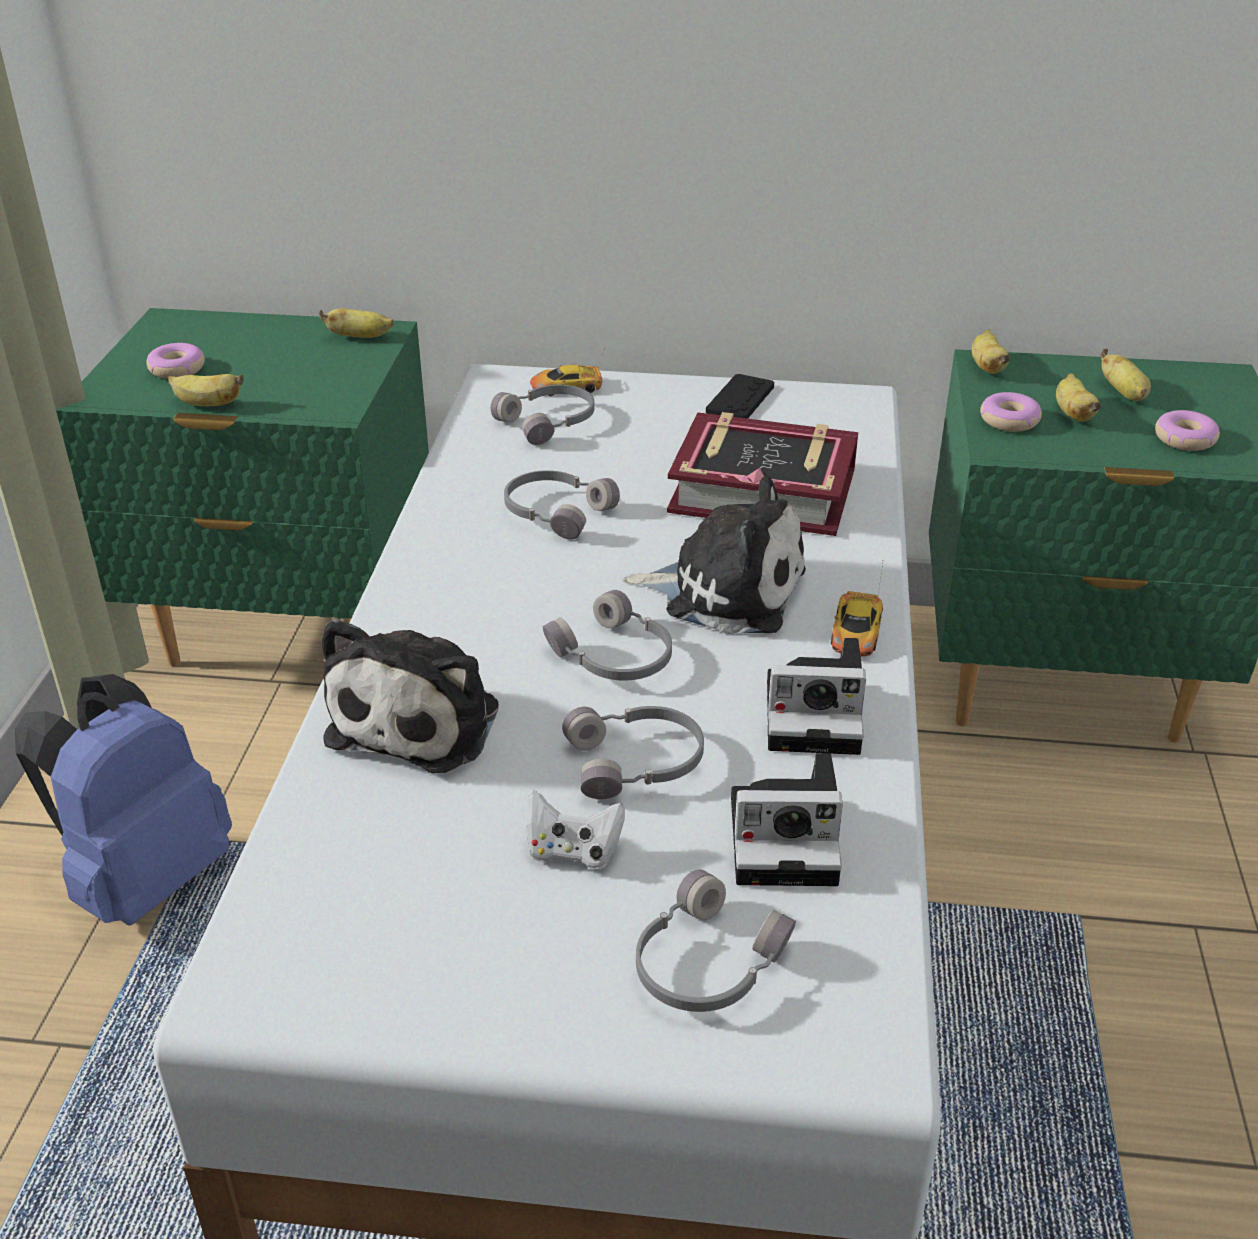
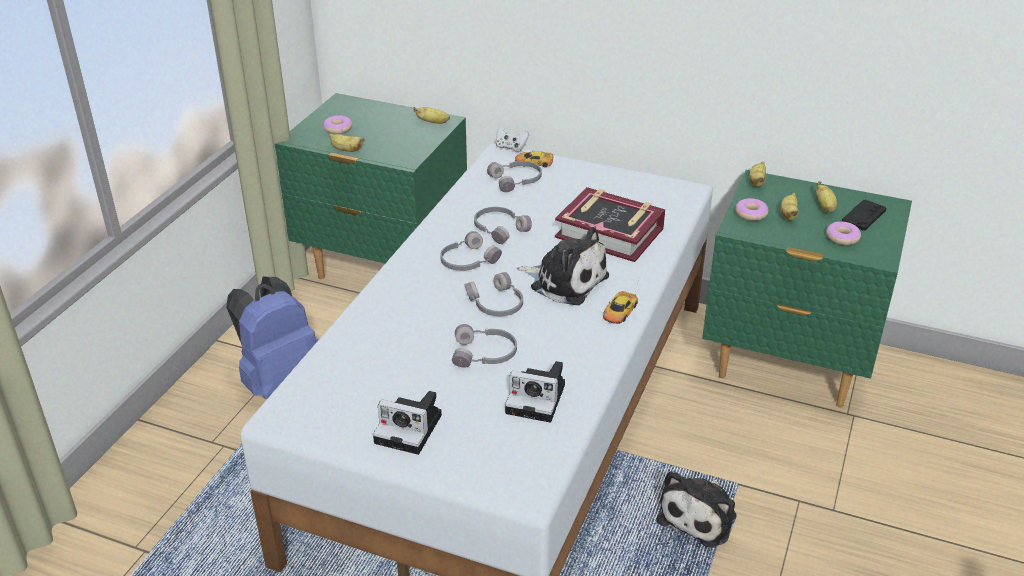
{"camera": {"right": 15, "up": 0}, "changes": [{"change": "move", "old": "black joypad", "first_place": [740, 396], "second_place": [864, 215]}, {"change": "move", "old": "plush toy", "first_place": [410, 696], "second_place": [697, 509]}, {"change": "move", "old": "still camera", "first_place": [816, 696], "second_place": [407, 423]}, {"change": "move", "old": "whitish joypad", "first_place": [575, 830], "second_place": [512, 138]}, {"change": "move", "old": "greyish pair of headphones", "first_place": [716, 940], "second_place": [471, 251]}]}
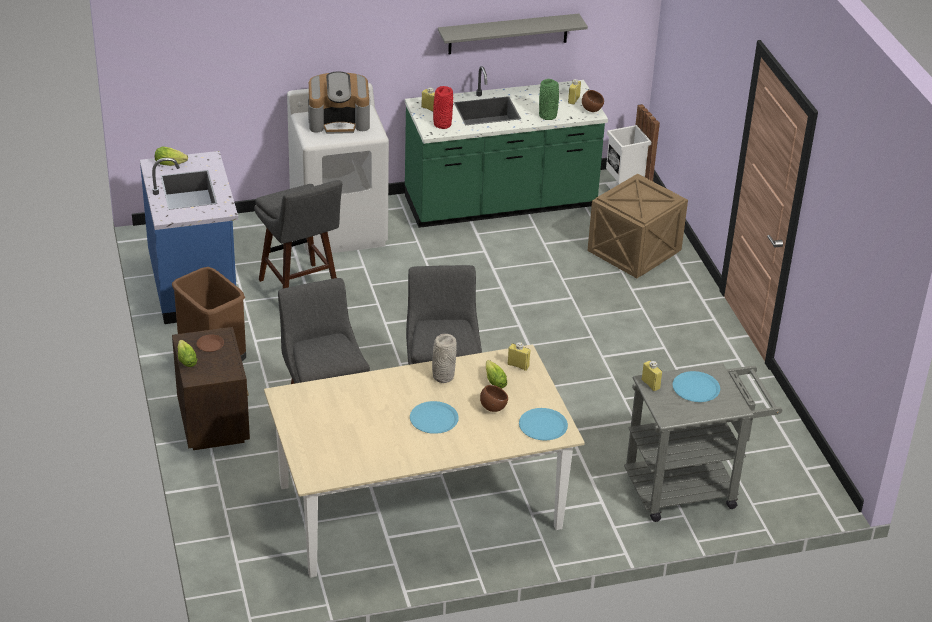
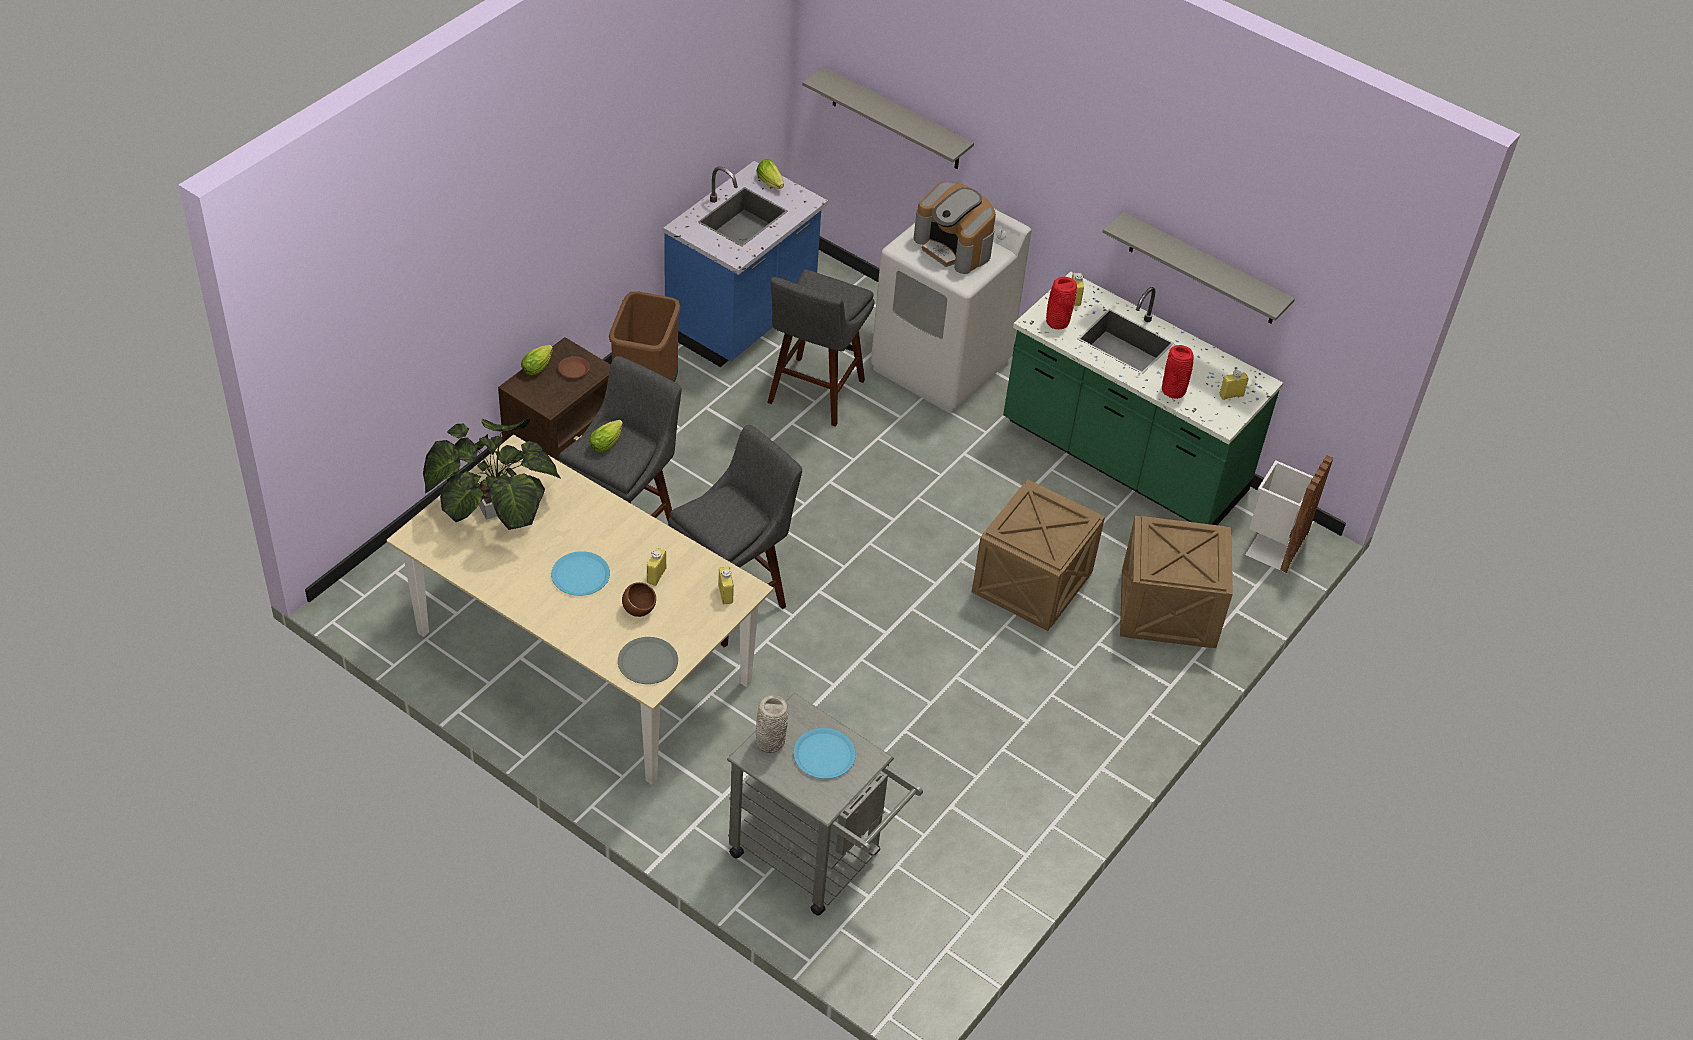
{"camera": {"right": 50, "up": 10}, "changes": [{"change": "recolor", "old": "greenish vase", "new": "red vase", "first_place": [549, 99], "second_place": [1178, 372]}, {"change": "delete", "old": "brownish deep dish", "first_place": [593, 101]}, {"change": "move", "old": "greyish vase", "first_place": [444, 358], "second_place": [772, 724]}, {"change": "move", "old": "lettuce head", "first_place": [496, 374], "second_place": [606, 436]}, {"change": "move", "old": "yellowish drink bottle", "first_place": [652, 376], "second_place": [657, 567]}, {"change": "recolor", "old": "blue dinner plate", "new": "greyish dinner plate", "first_place": [543, 424], "second_place": [648, 660]}, {"change": "insert", "new": "greyish bracket shelf", "second_place": [888, 118]}, {"change": "insert", "new": "plant in a pot", "second_place": [492, 473]}, {"change": "insert", "new": "shipping crate", "second_place": [1038, 555]}]}
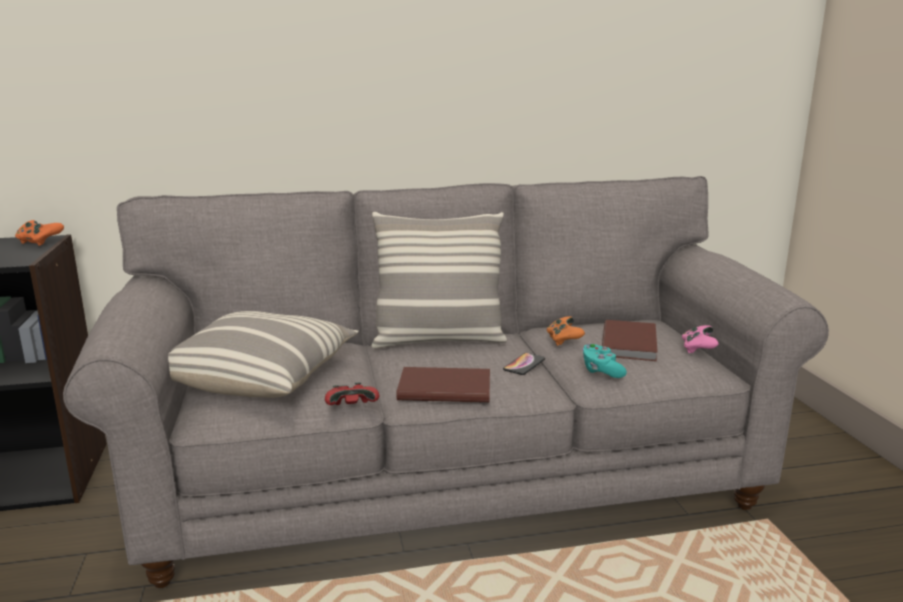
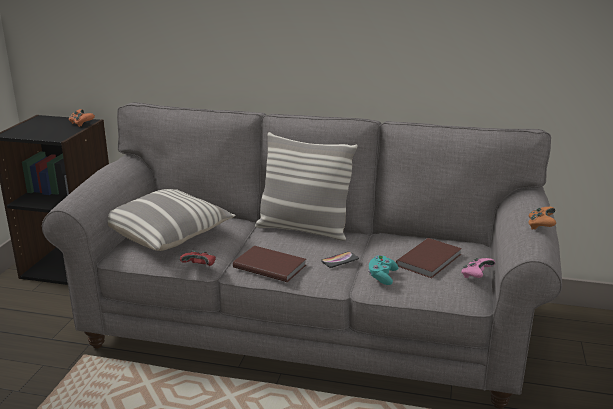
{"camera": {"right": 25, "up": 5}, "changes": [{"change": "move", "old": "orange-coloured joypad", "first_place": [566, 331], "second_place": [542, 218]}]}
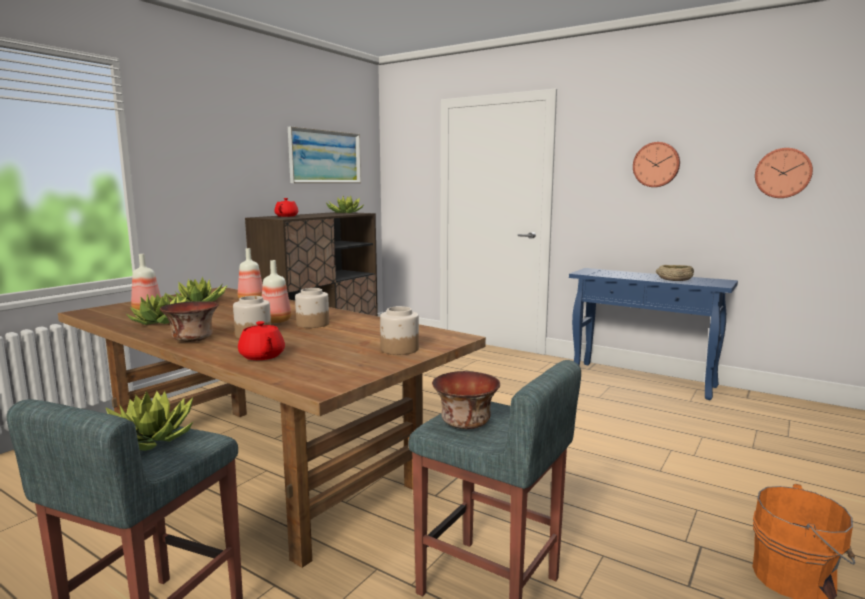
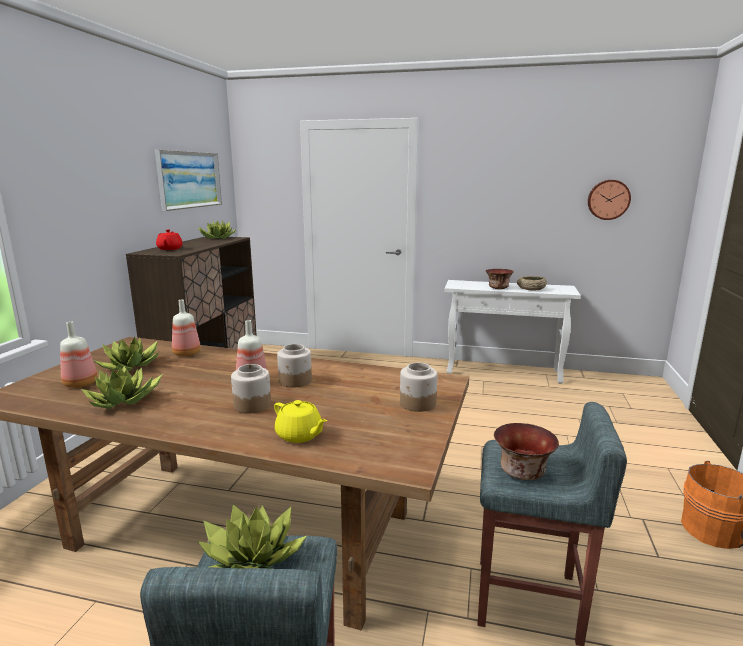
{"camera": {"right": -20, "up": 5}, "changes": [{"change": "delete", "old": "clock on the wall", "first_place": [656, 164]}, {"change": "recolor", "old": "blue hall table", "new": "whitish hall table", "first_place": [653, 334], "second_place": [512, 332]}, {"change": "move", "old": "deep dish", "first_place": [189, 321], "second_place": [500, 279]}, {"change": "recolor", "old": "red tea pot", "new": "yellowish tea pot", "first_place": [261, 340], "second_place": [300, 421]}]}
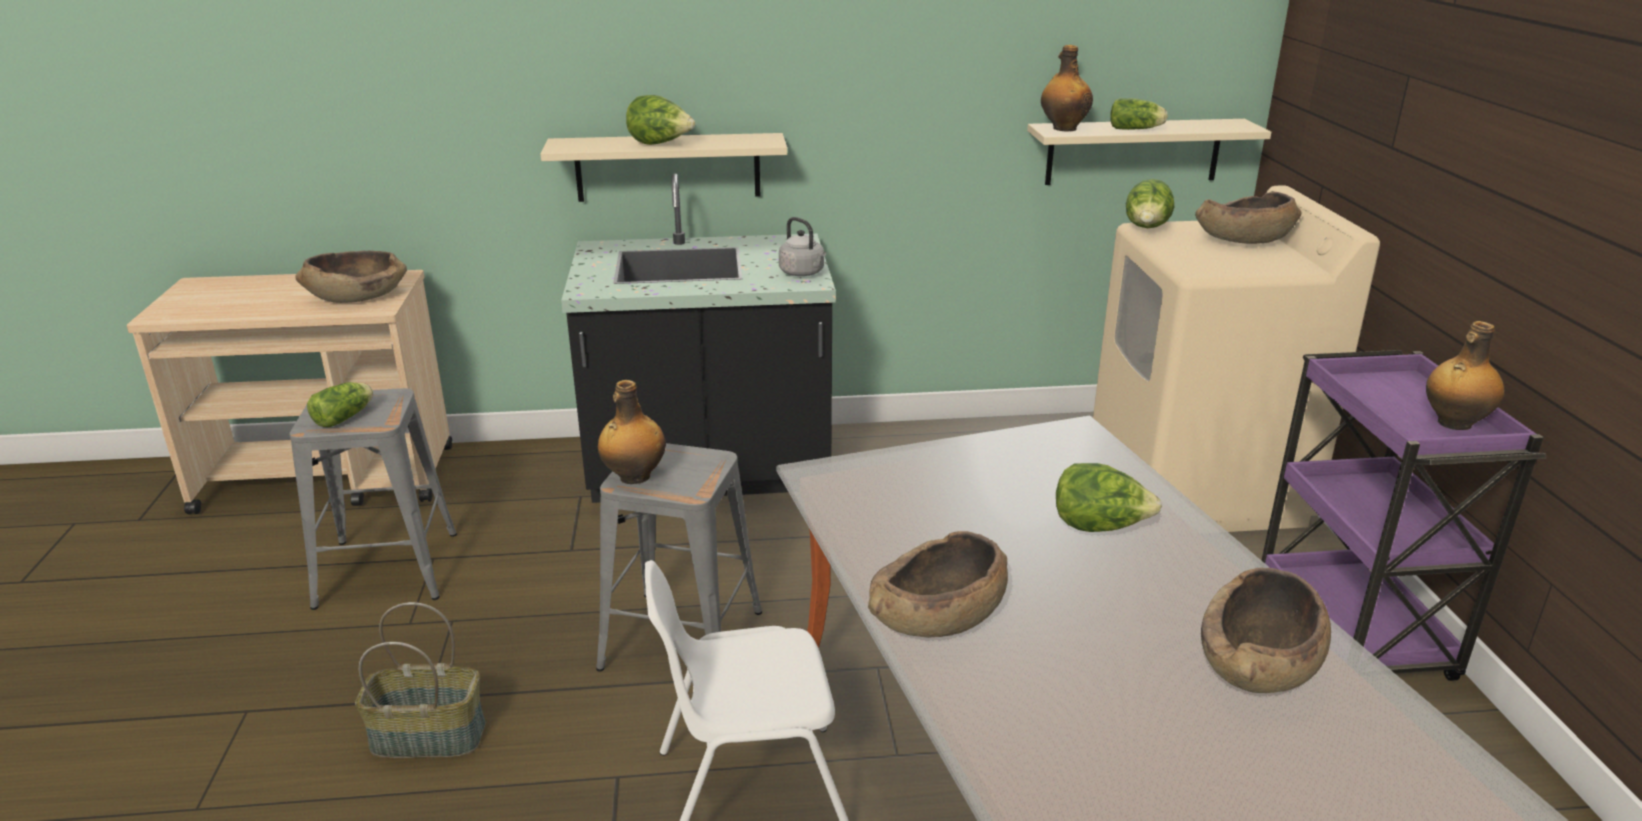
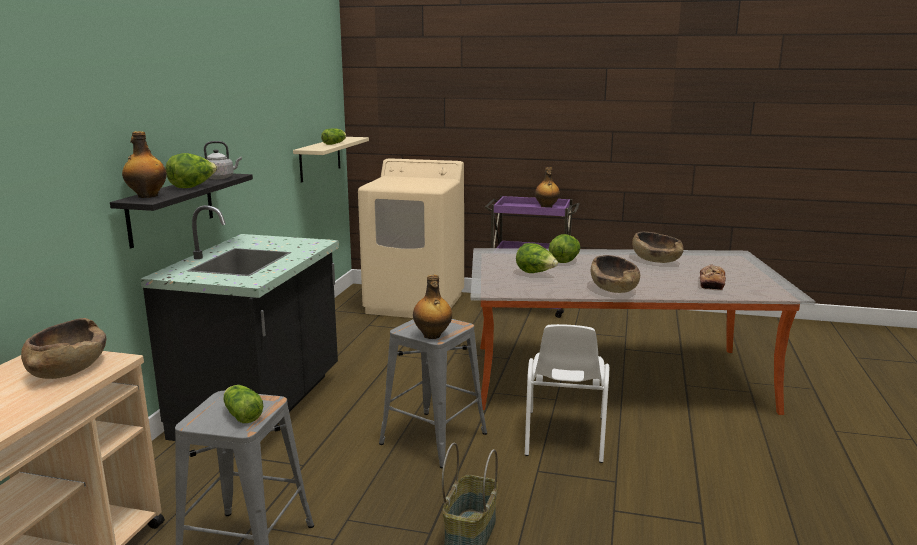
{"camera": {"right": -70, "up": -10}, "changes": [{"change": "move", "old": "drink bottle", "first_place": [1067, 88], "second_place": [144, 164]}, {"change": "recolor", "old": "beige bracket shelf", "new": "black bracket shelf", "first_place": [664, 167], "second_place": [181, 211]}, {"change": "move", "old": "lettuce head", "first_place": [1150, 203], "second_place": [537, 258]}, {"change": "delete", "old": "brownish deep dish", "first_place": [1248, 218]}, {"change": "move", "old": "greyish water kettle", "first_place": [802, 246], "second_place": [223, 160]}, {"change": "insert", "new": "bread", "second_place": [713, 277]}]}
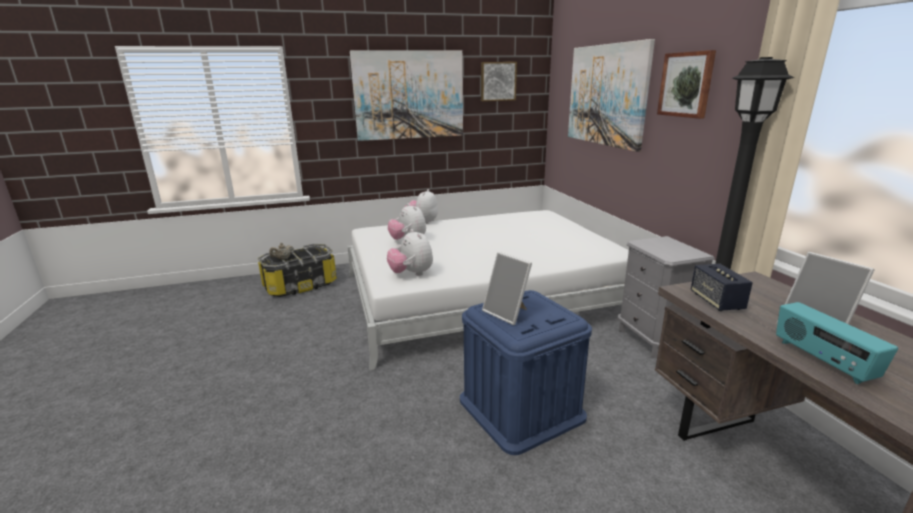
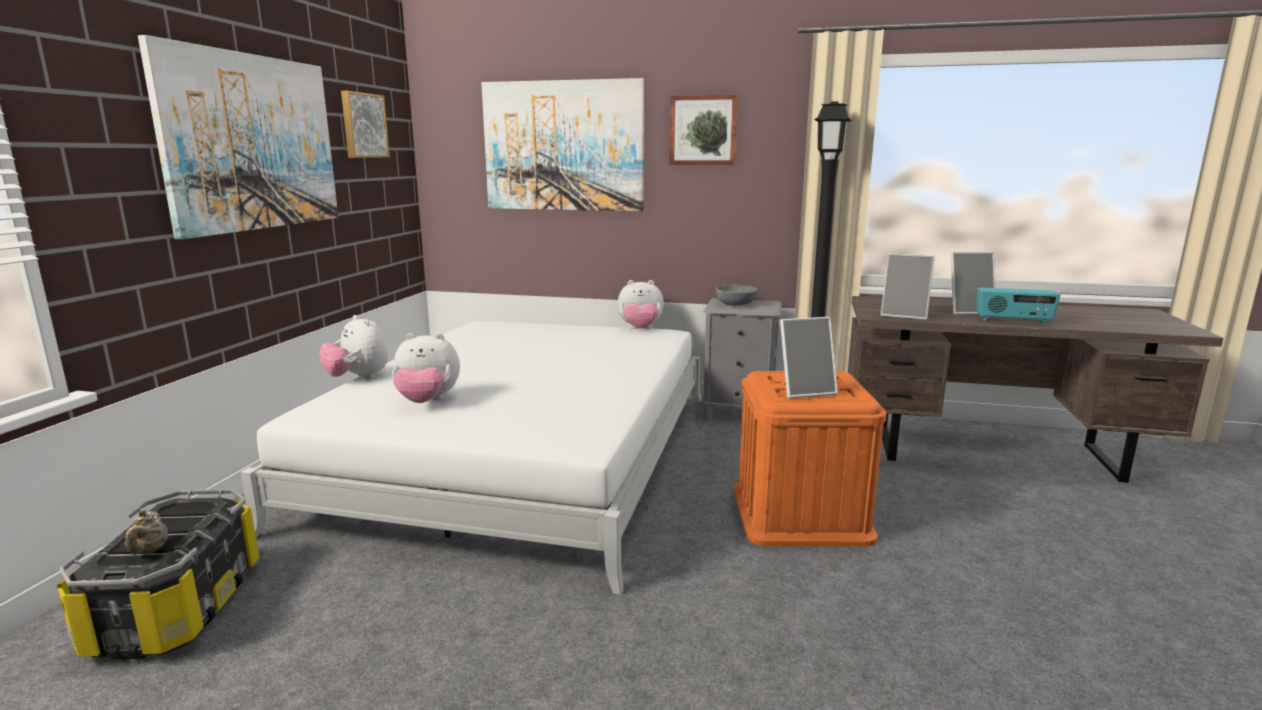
{"camera": {"right": -60, "up": -5}, "changes": [{"change": "move", "old": "plush toy", "first_place": [410, 252], "second_place": [641, 304]}, {"change": "replace", "old": "speaker", "new": "photo frame", "first_place": [722, 287], "second_place": [908, 286]}, {"change": "recolor", "old": "blue storage container", "new": "orange-coloured storage container", "first_place": [526, 372], "second_place": [810, 459]}, {"change": "insert", "new": "greyish deep dish", "second_place": [737, 295]}]}
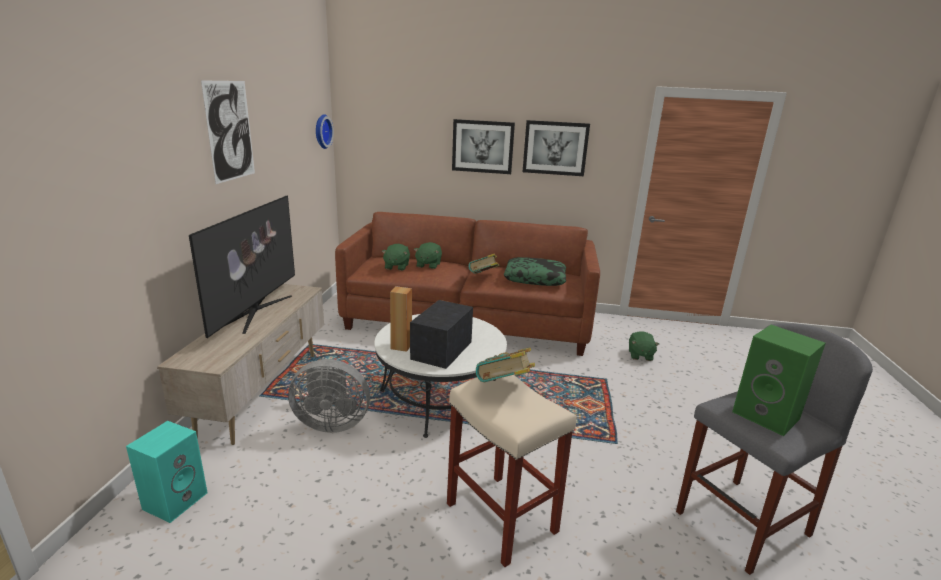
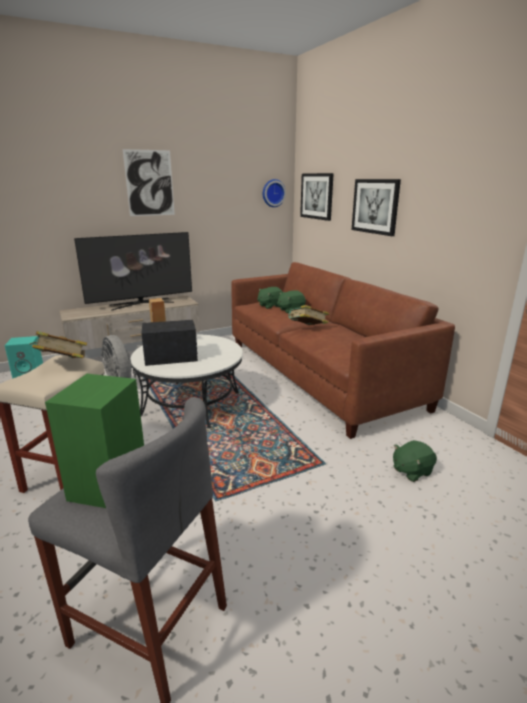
{"camera": {"right": 55, "up": 0}, "changes": [{"change": "move", "old": "wall picture", "first_place": [556, 148], "second_place": [317, 197]}, {"change": "delete", "old": "throw pillow", "first_place": [535, 271]}]}
